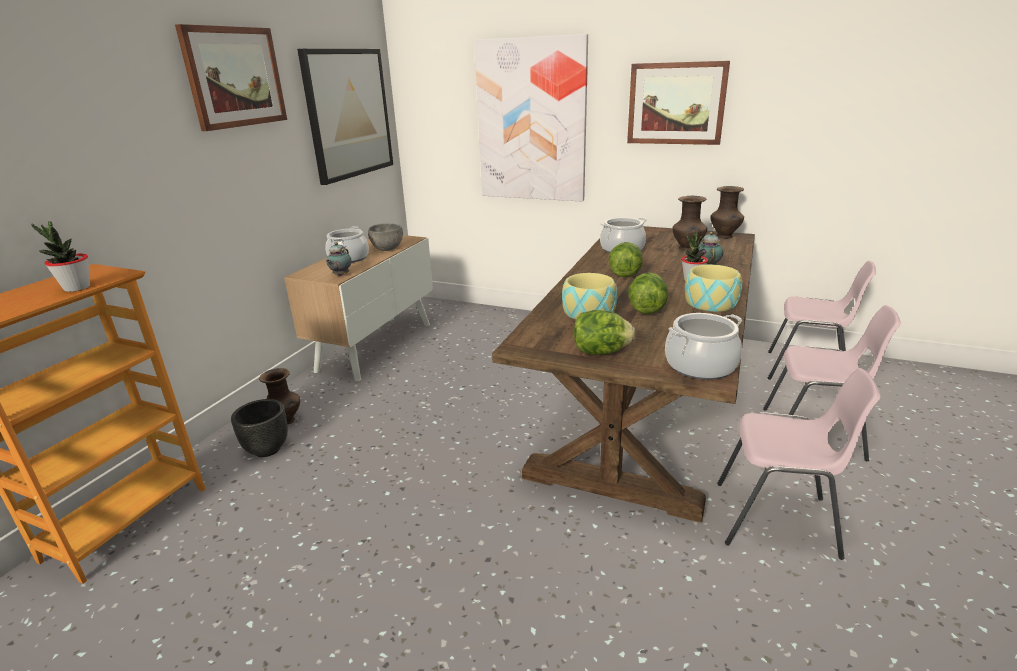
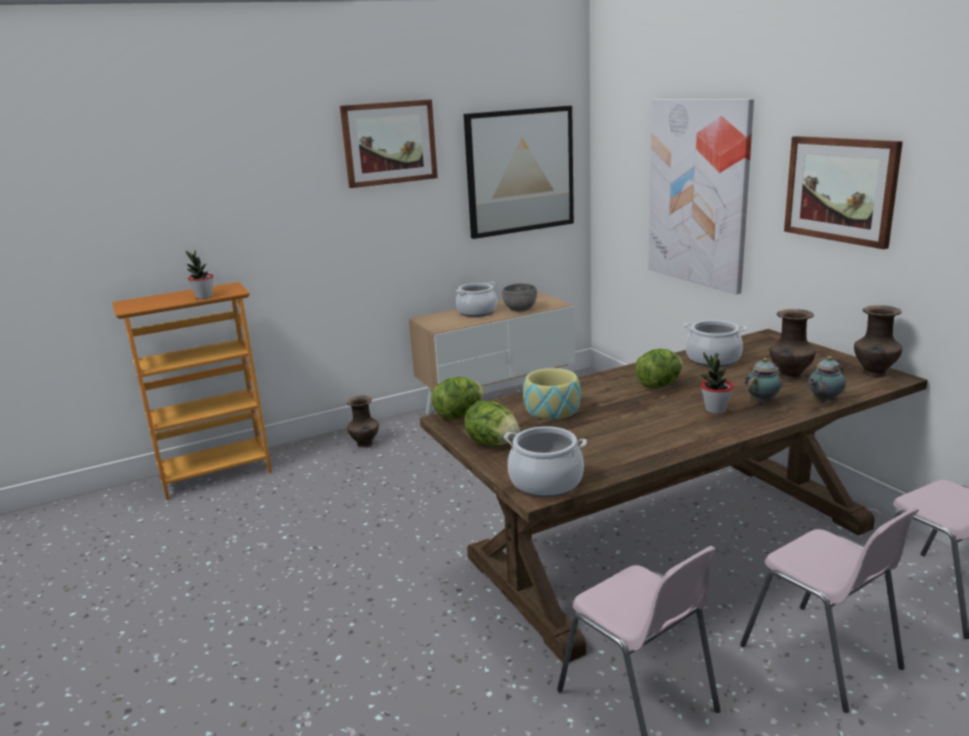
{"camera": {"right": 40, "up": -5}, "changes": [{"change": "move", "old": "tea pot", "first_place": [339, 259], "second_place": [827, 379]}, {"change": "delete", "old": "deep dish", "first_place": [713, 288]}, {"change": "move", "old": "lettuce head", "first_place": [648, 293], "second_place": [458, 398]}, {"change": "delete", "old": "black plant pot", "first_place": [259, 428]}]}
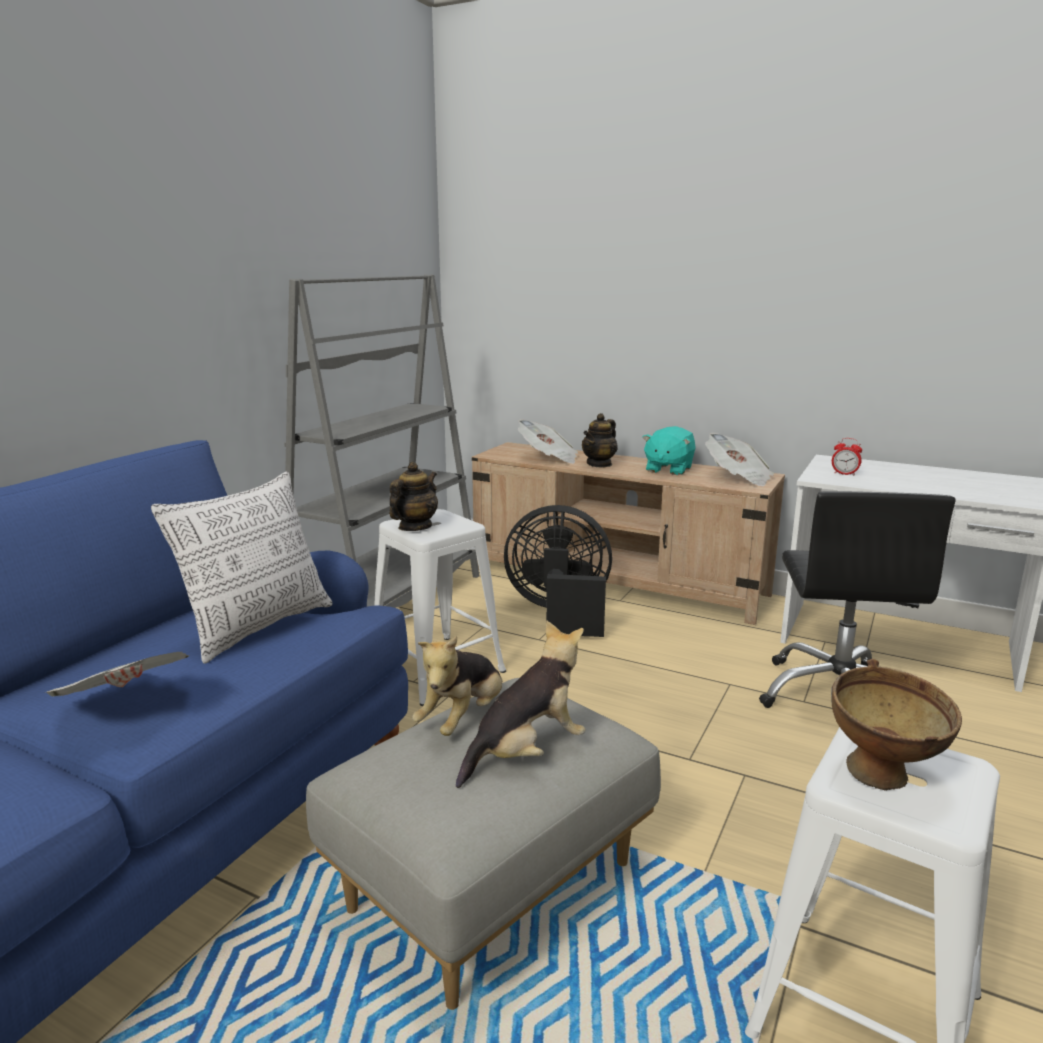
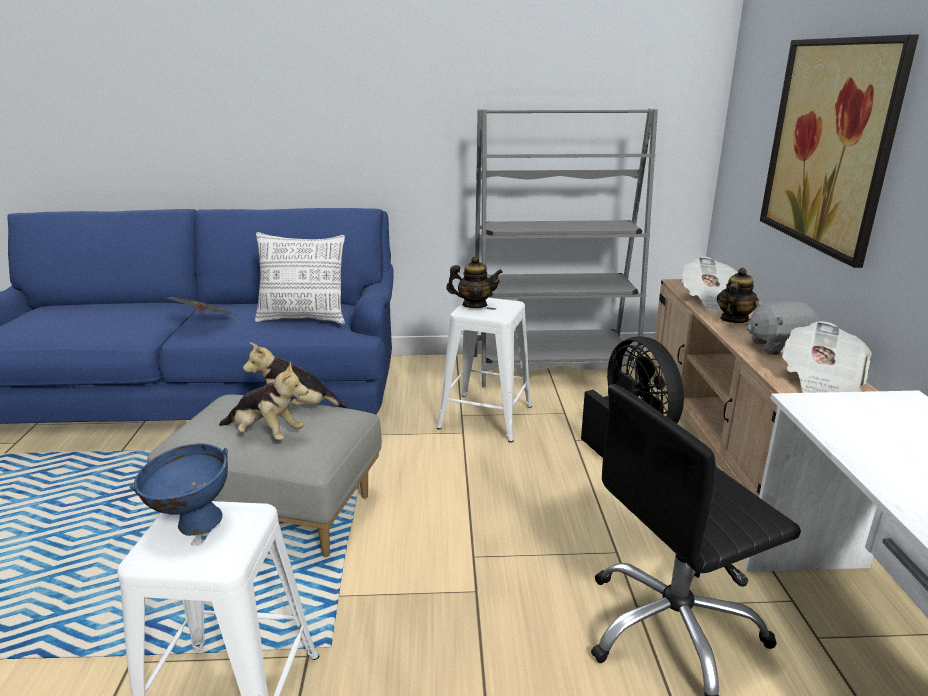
{"camera": {"right": 60, "up": 5}, "changes": [{"change": "rotate", "old": "tea pot", "first_place": [600, 440], "second_place": [738, 295], "degrees": 120}, {"change": "recolor", "old": "turquoise-coloured plush toy", "new": "greyish plush toy", "first_place": [669, 450], "second_place": [783, 328]}, {"change": "delete", "old": "bedside clock", "first_place": [847, 457]}, {"change": "recolor", "old": "brownish deep dish", "new": "blue deep dish", "first_place": [896, 724], "second_place": [179, 489]}, {"change": "insert", "new": "wall picture", "second_place": [839, 151]}]}
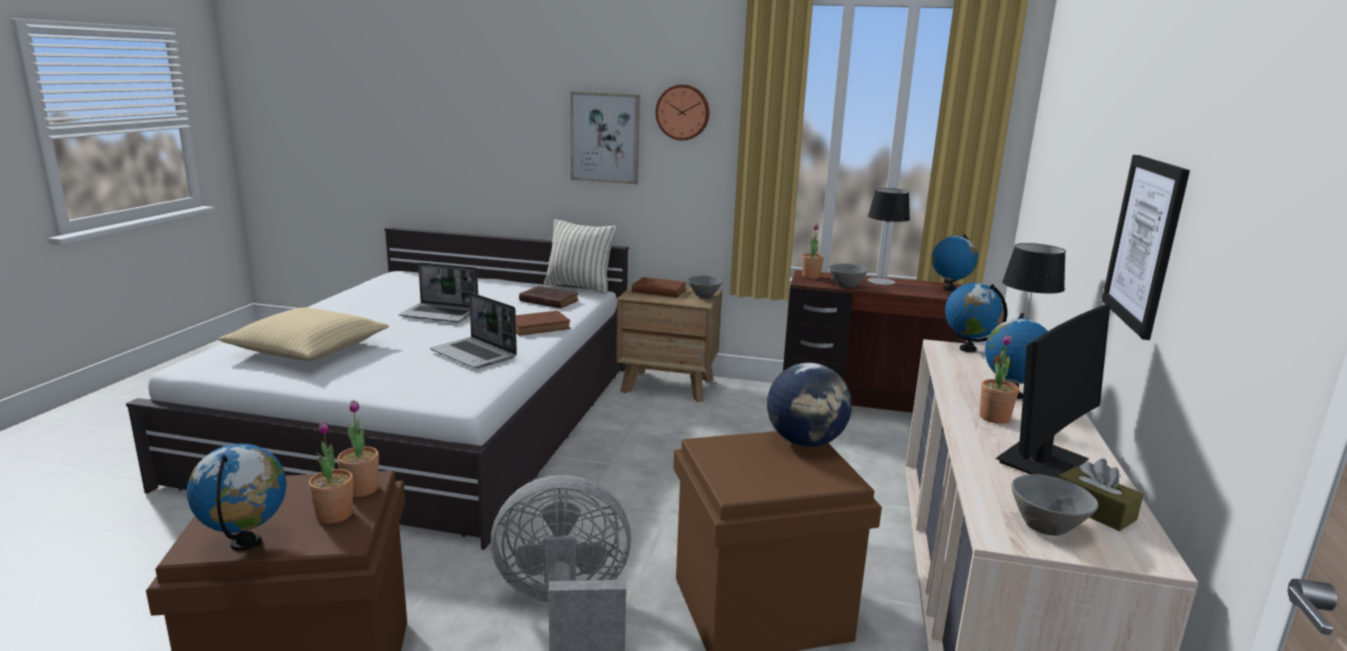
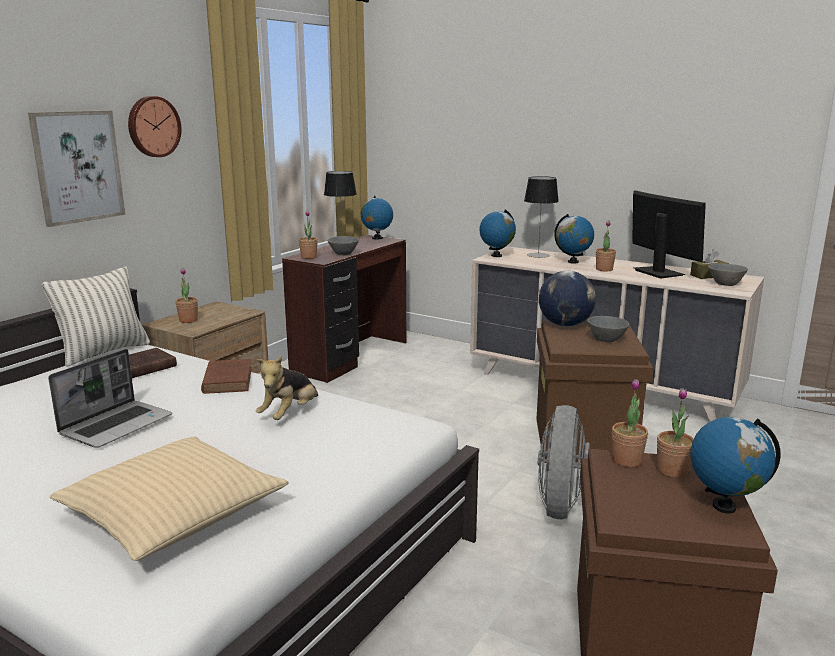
{"camera": {"right": -70, "up": 0}, "changes": [{"change": "delete", "old": "wall picture", "first_place": [1146, 247]}, {"change": "move", "old": "greyish deep dish", "first_place": [705, 286], "second_place": [608, 329]}, {"change": "replace", "old": "brownish book", "new": "plant in a pot", "first_place": [659, 287], "second_place": [186, 295]}, {"change": "replace", "old": "notebook computer", "new": "plush toy", "first_place": [473, 330], "second_place": [287, 388]}]}
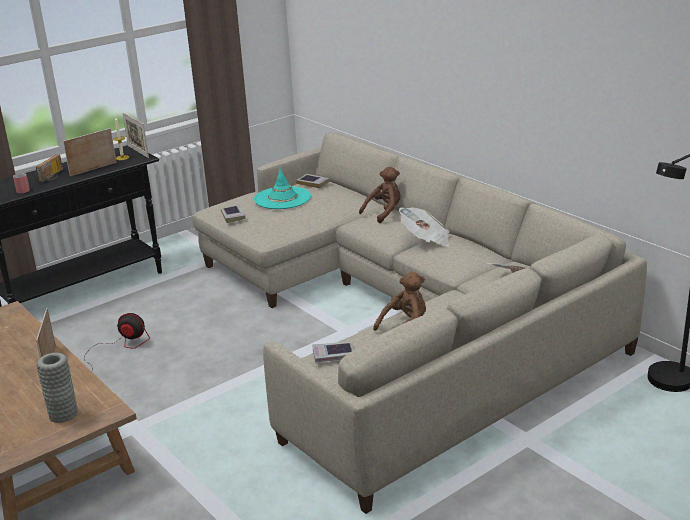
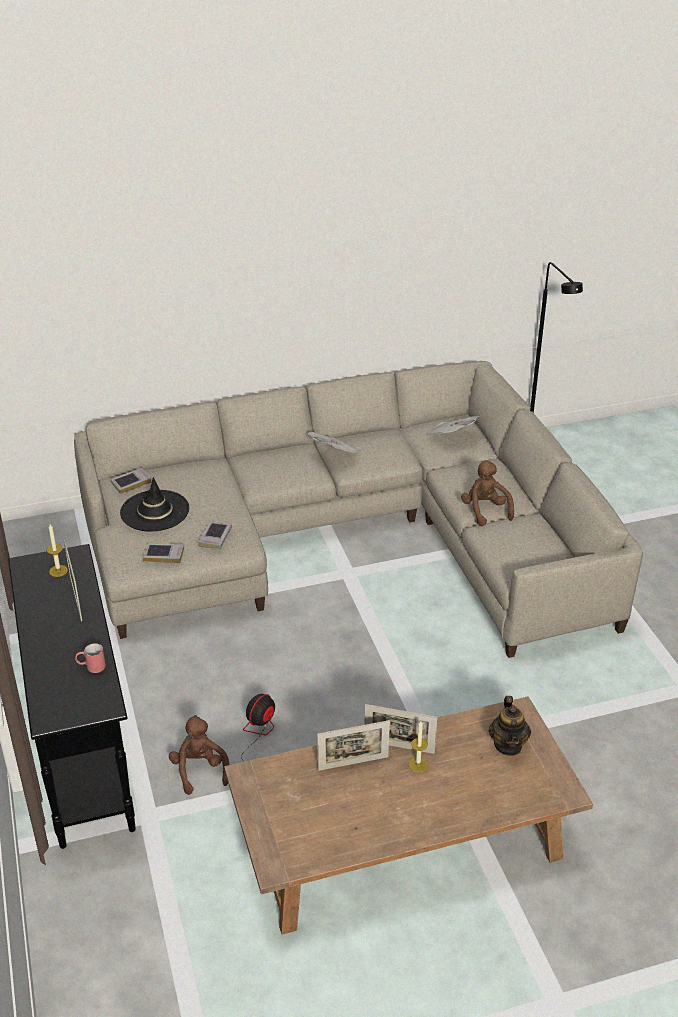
{"camera": {"right": -70, "up": 10}, "changes": [{"change": "move", "old": "photo frame", "first_place": [136, 135], "second_place": [353, 745]}, {"change": "delete", "old": "radio", "first_place": [49, 168]}, {"change": "recolor", "old": "turquoise-coloured hat", "new": "black hat", "first_place": [282, 188], "second_place": [154, 504]}, {"change": "move", "old": "brownish plush toy", "first_place": [380, 195], "second_place": [199, 755]}, {"change": "move", "old": "book", "first_place": [333, 352], "second_place": [215, 535]}, {"change": "replace", "old": "greyish vase", "new": "tea pot", "first_place": [56, 388], "second_place": [510, 726]}, {"change": "insert", "new": "wax light", "second_place": [418, 747]}]}
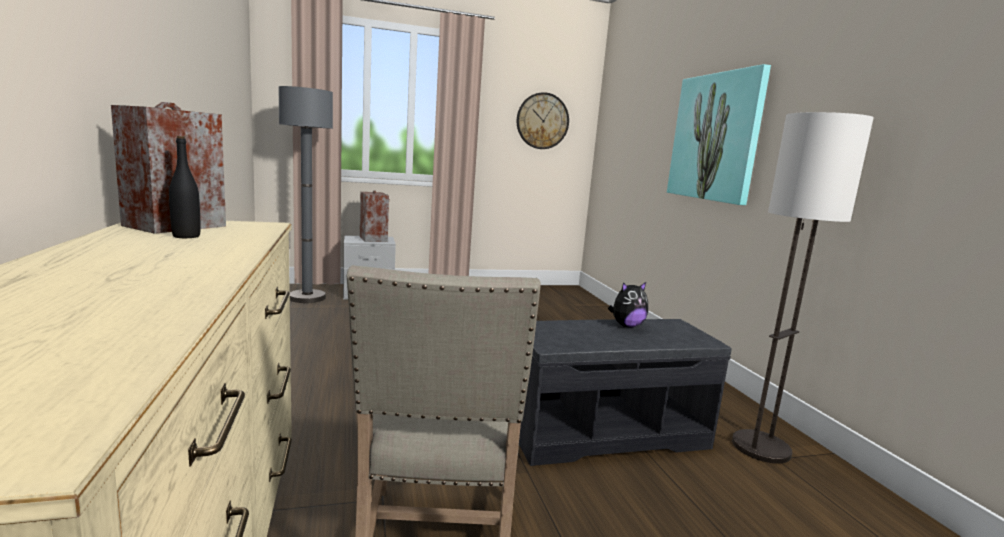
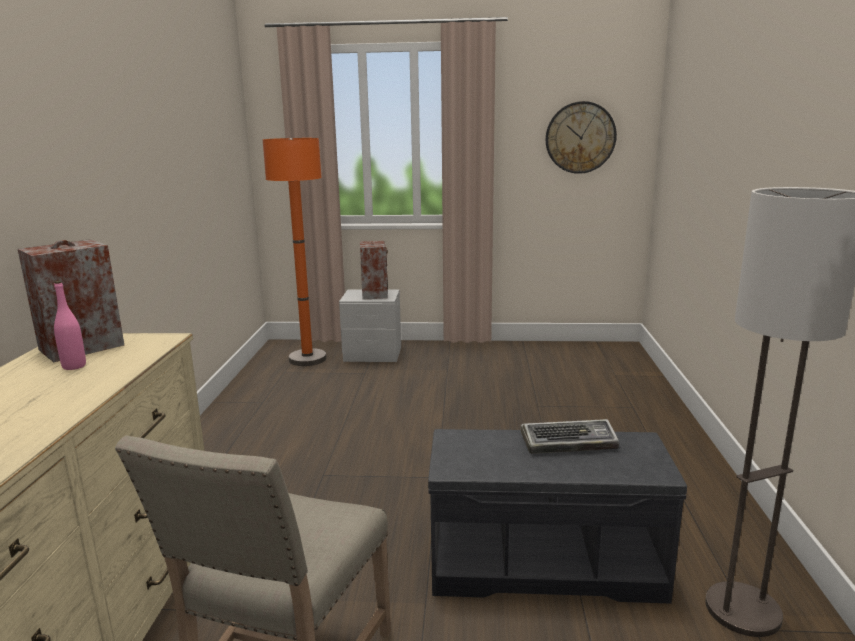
{"camera": {"right": 20, "up": 5}, "changes": [{"change": "delete", "old": "wall picture", "first_place": [719, 134]}, {"change": "recolor", "old": "greyish standing lamp", "new": "orange-coloured standing lamp", "first_place": [306, 194], "second_place": [295, 252]}, {"change": "recolor", "old": "black drink bottle", "new": "pink drink bottle", "first_place": [185, 187], "second_place": [70, 325]}, {"change": "replace", "old": "plush toy", "new": "keyboard", "first_place": [628, 304], "second_place": [570, 436]}]}
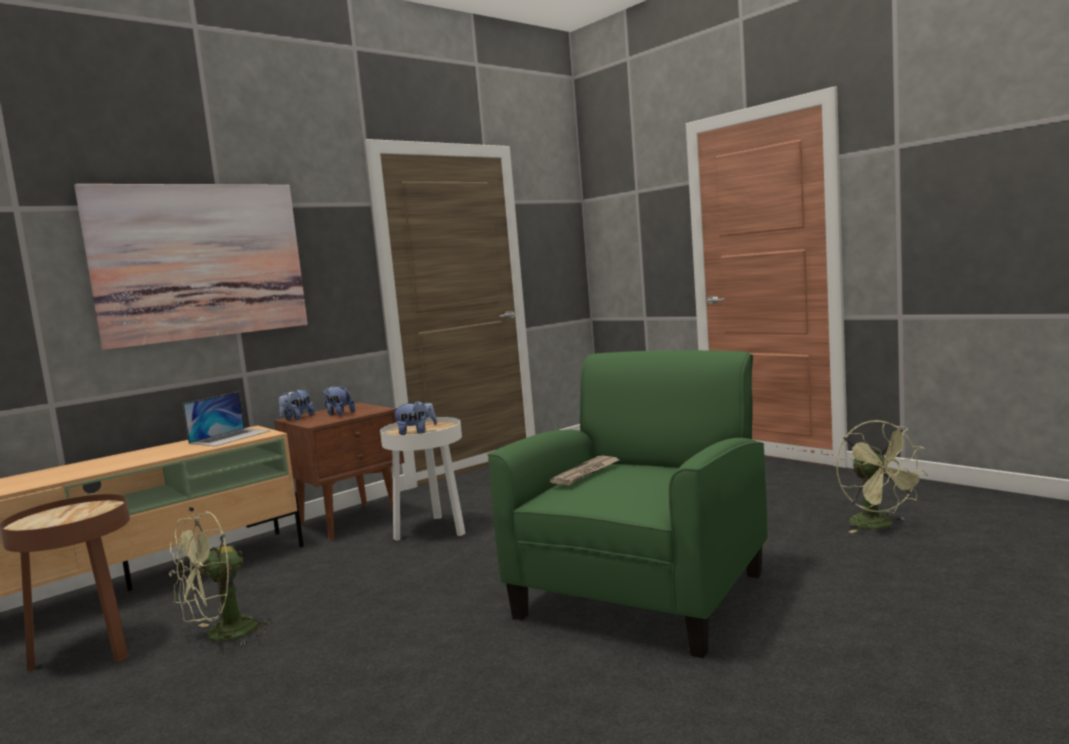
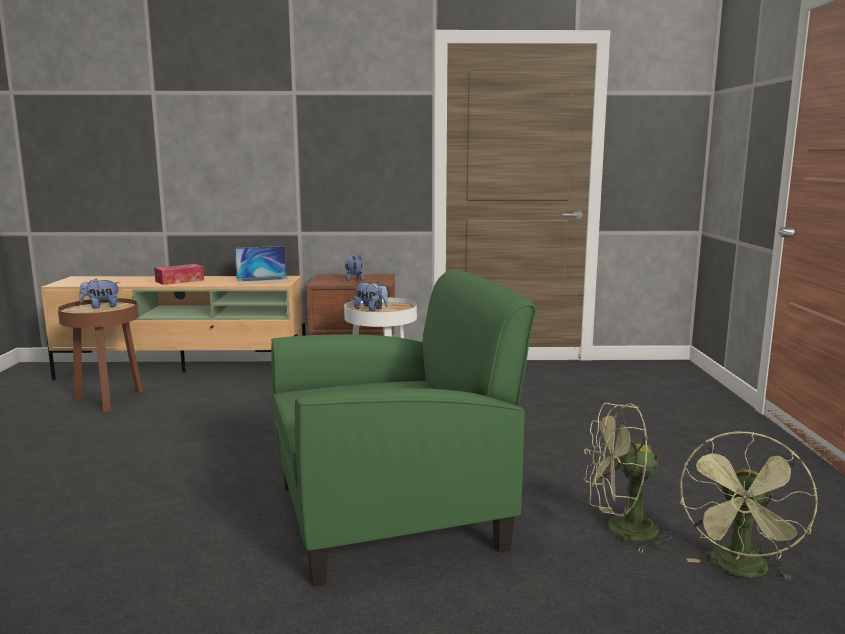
{"camera": {"right": 40, "up": 5}, "changes": [{"change": "delete", "old": "wall picture", "first_place": [191, 267]}, {"change": "move", "old": "plush toy", "first_place": [296, 405], "second_place": [99, 293]}, {"change": "delete", "old": "newspaper", "first_place": [584, 470]}, {"change": "move", "old": "greenish electric fan", "first_place": [222, 578], "second_place": [630, 477]}, {"change": "insert", "new": "tissue holder", "second_place": [179, 274]}]}
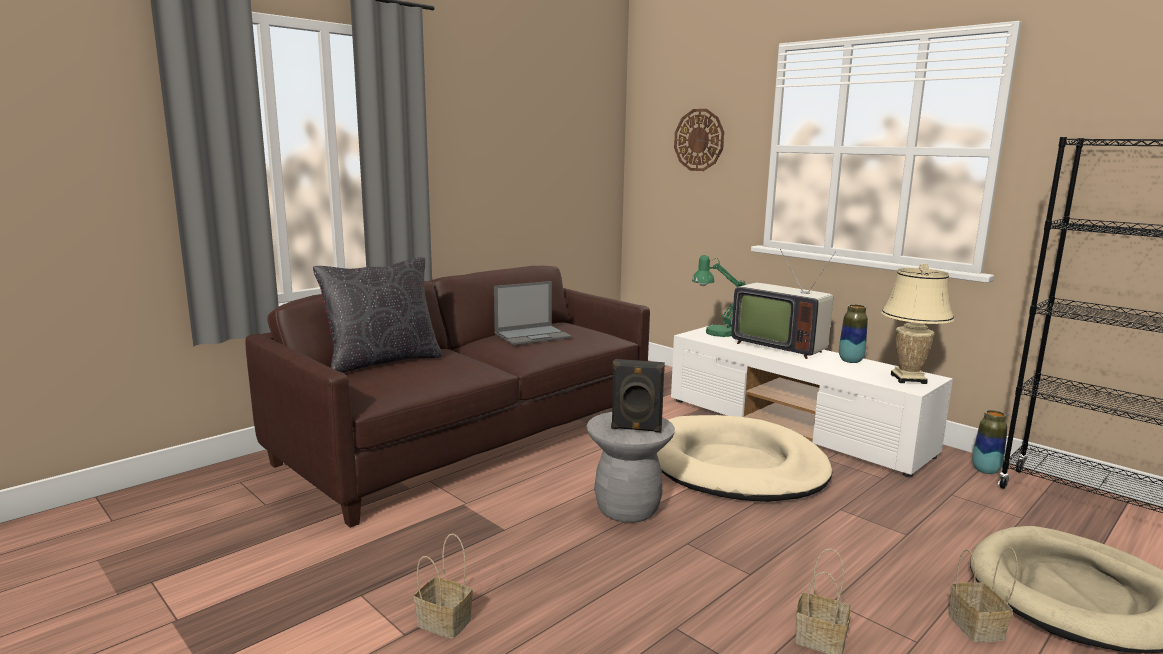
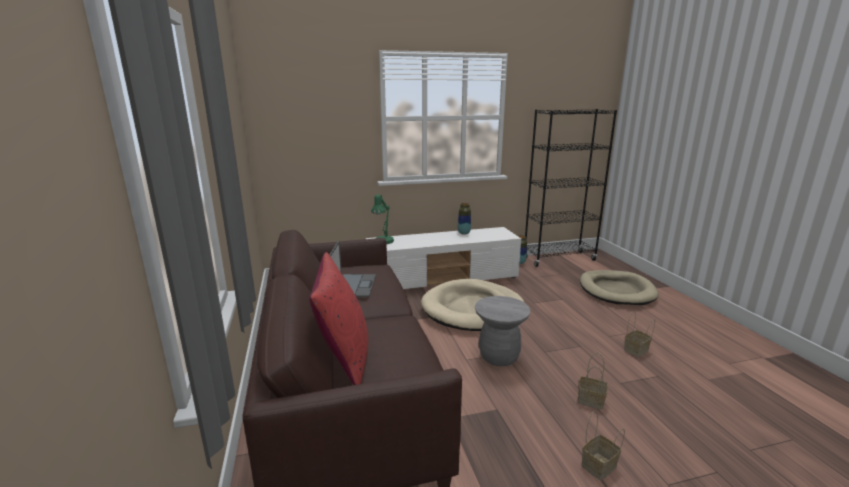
{"camera": {"right": -60, "up": 5}, "changes": [{"change": "delete", "old": "clock on the wall", "first_place": [699, 140]}, {"change": "delete", "old": "TV", "first_place": [783, 304]}, {"change": "recolor", "old": "black throw pillow", "new": "red throw pillow", "first_place": [377, 315], "second_place": [338, 318]}, {"change": "delete", "old": "beige table lamp", "first_place": [917, 323]}, {"change": "delete", "old": "black speaker", "first_place": [638, 396]}, {"change": "move", "old": "household basket", "first_place": [983, 594], "second_place": [593, 381]}]}
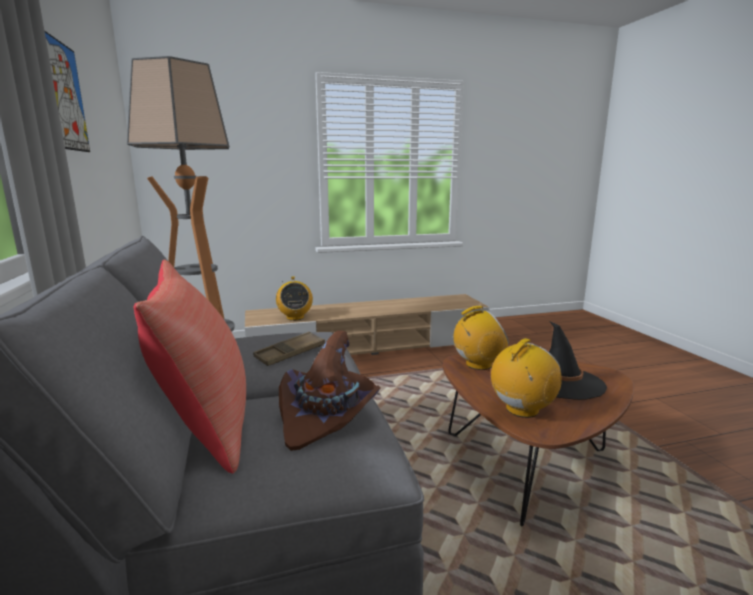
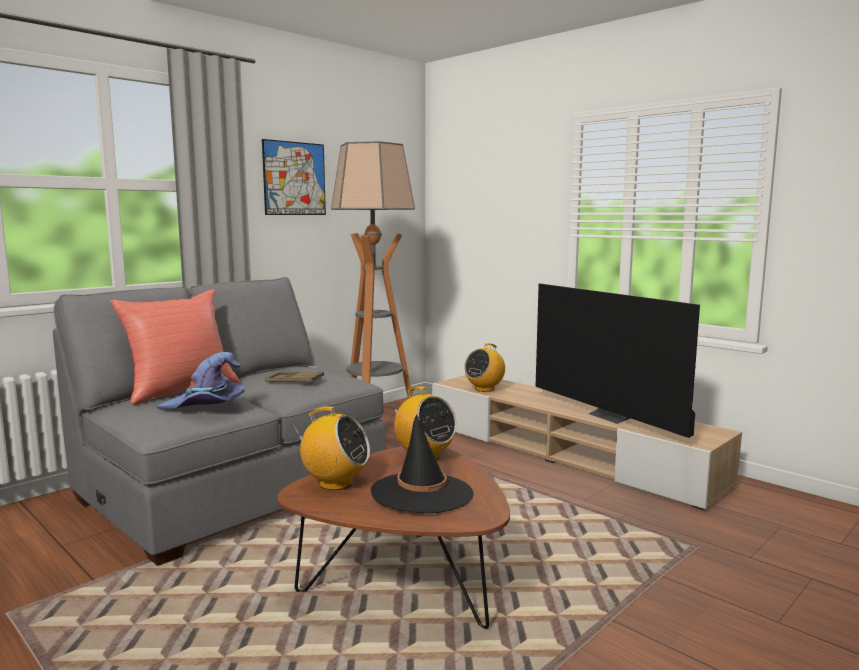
{"camera": {"right": 60, "up": -5}, "changes": [{"change": "recolor", "old": "brownish hat", "new": "purple-coloured hat", "first_place": [330, 390], "second_place": [200, 380]}, {"change": "insert", "new": "TV", "second_place": [618, 361]}]}
